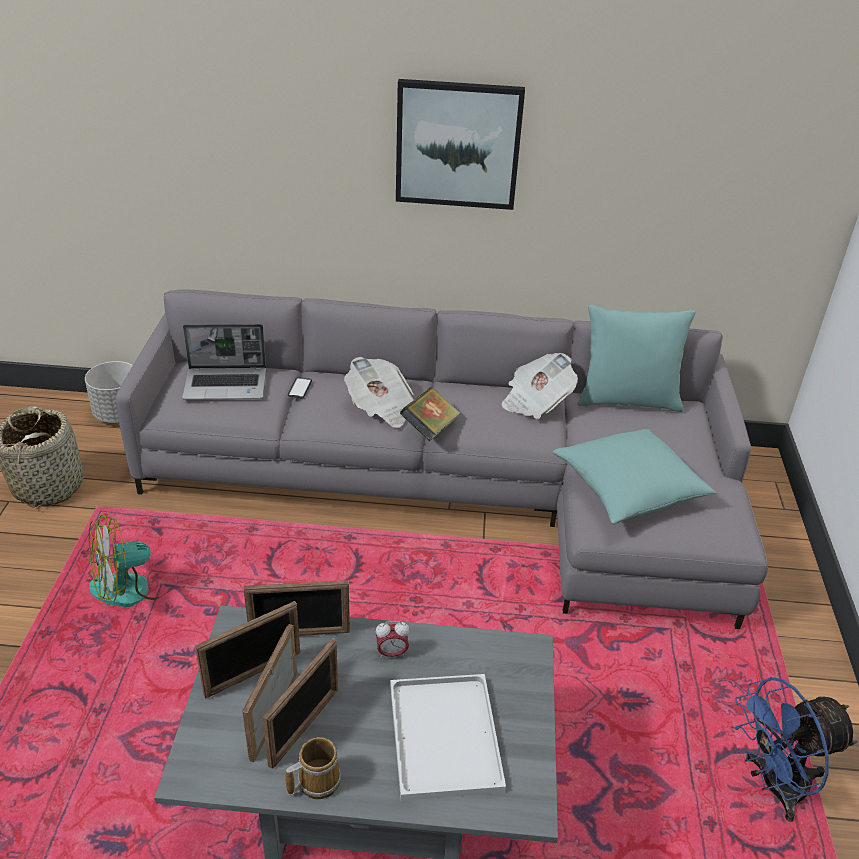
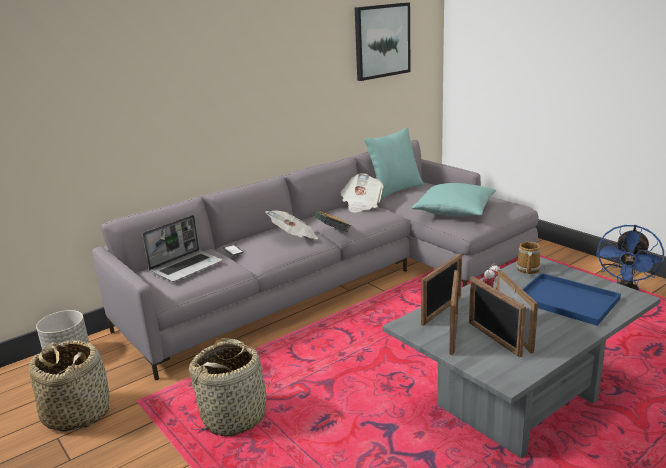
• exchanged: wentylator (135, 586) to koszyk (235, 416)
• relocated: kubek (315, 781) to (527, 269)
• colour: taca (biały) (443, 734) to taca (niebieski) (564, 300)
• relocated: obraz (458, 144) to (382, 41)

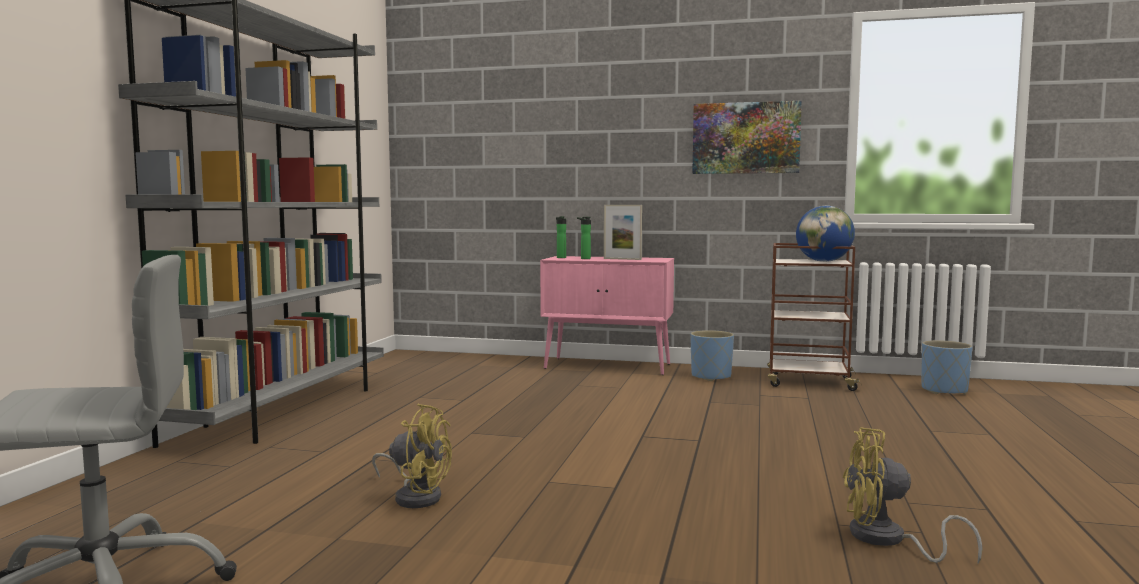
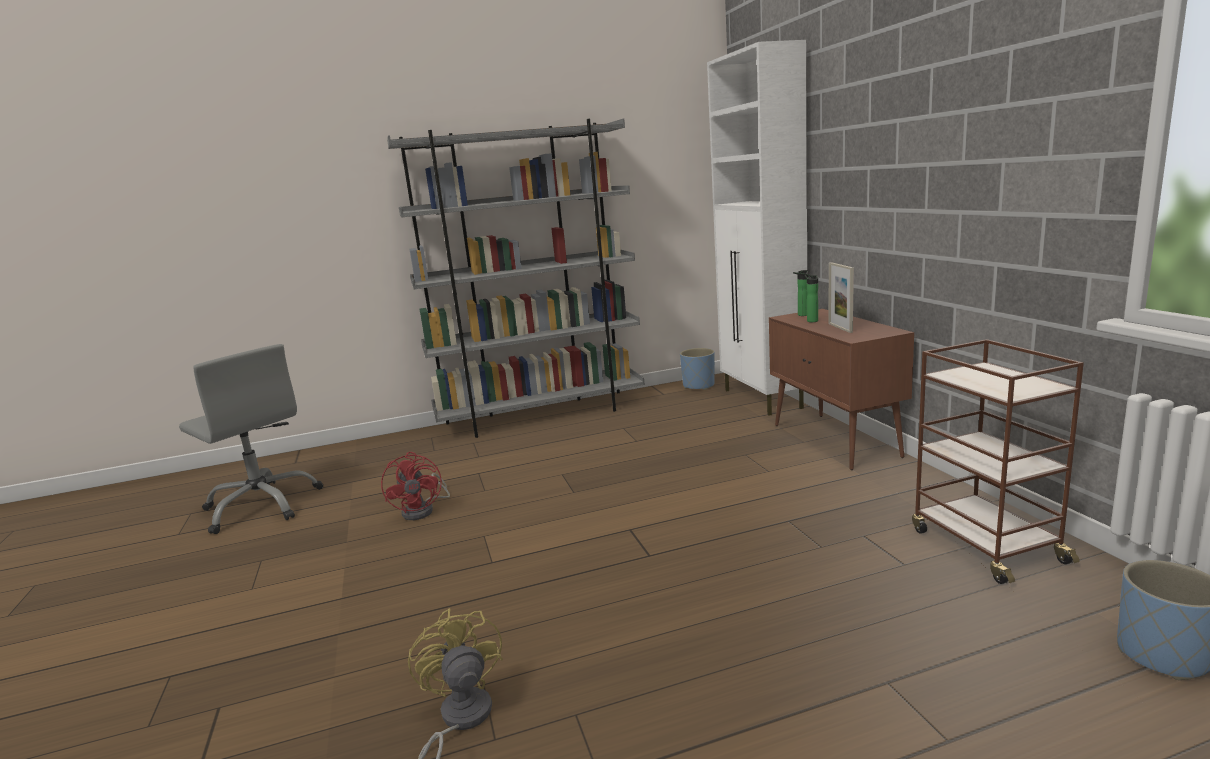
• colour: wentylator (żółty) (415, 496) to wentylator (czerwony) (423, 510)
• colour: szafka (różowy) (609, 366) to szafka (brązowy) (835, 441)
• relocated: donica (niebieski) (711, 377) to (699, 386)
• missing: obraz (746, 138)
• missing: globus (823, 261)
• appeared: szafka (biały) (762, 399)

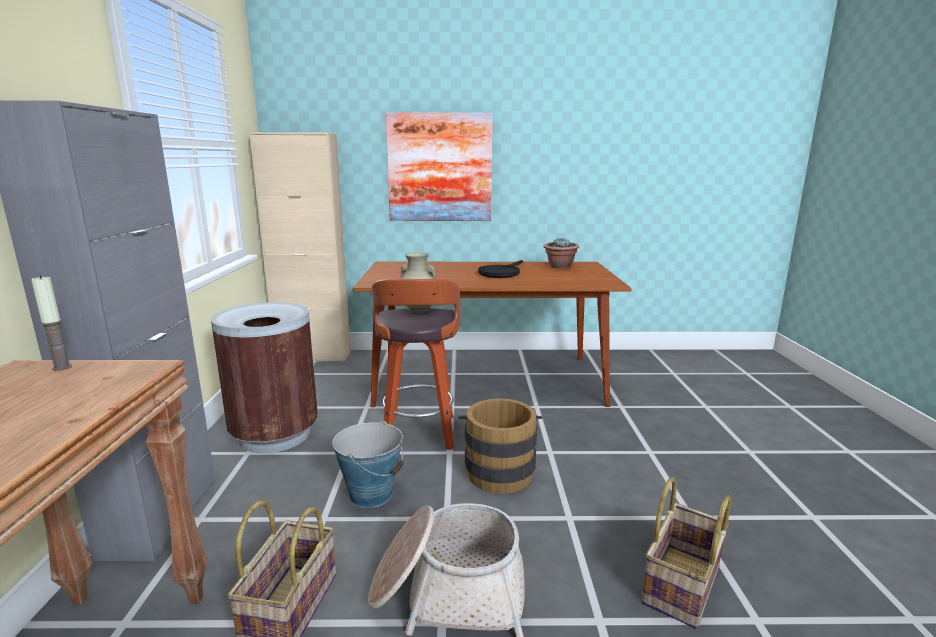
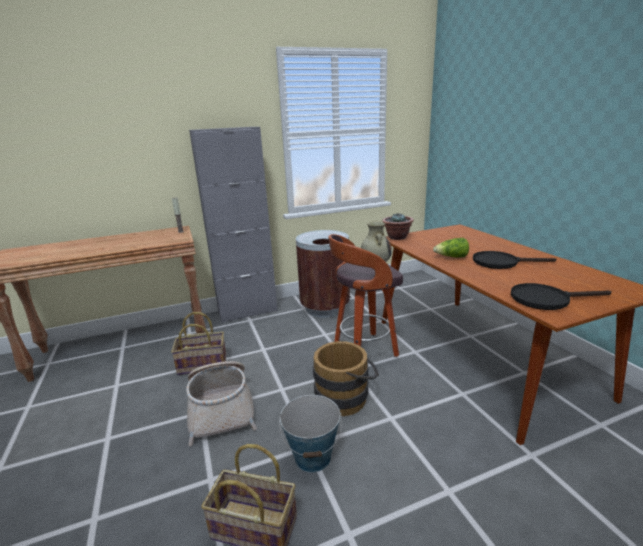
• missing: szafka (beżowy) (313, 356)
• relocated: wiadro (371, 494) to (313, 457)
• missing: obraz (439, 168)
• relocated: roślina doniczkowa (560, 266) to (397, 237)
• appeared: sałata (451, 257)
• appeared: patelnia (czarny) (546, 299)

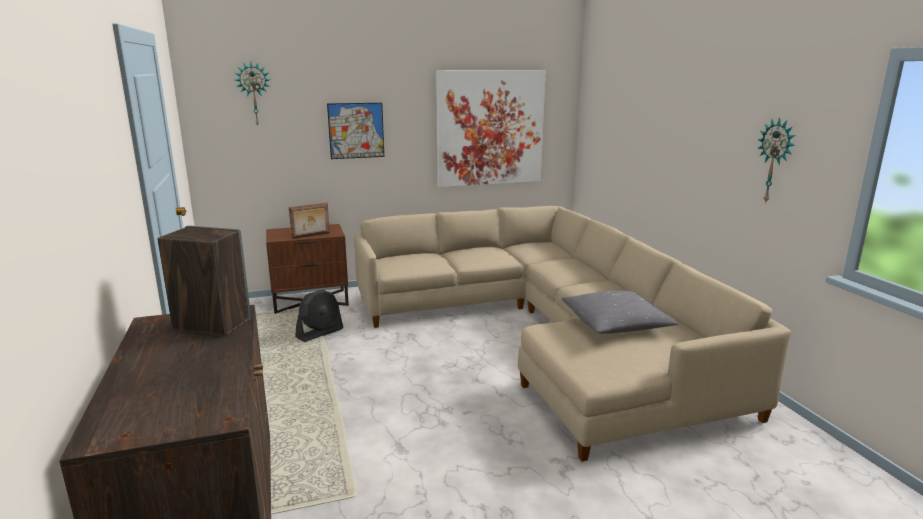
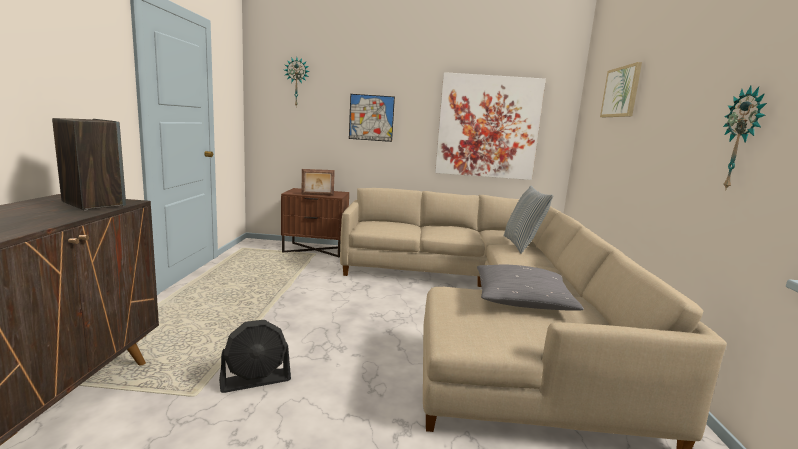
• relocated: wentylator (czarny) (320, 333) to (255, 380)
• appeared: poduszka (522, 245)
• appeared: obraz (621, 92)

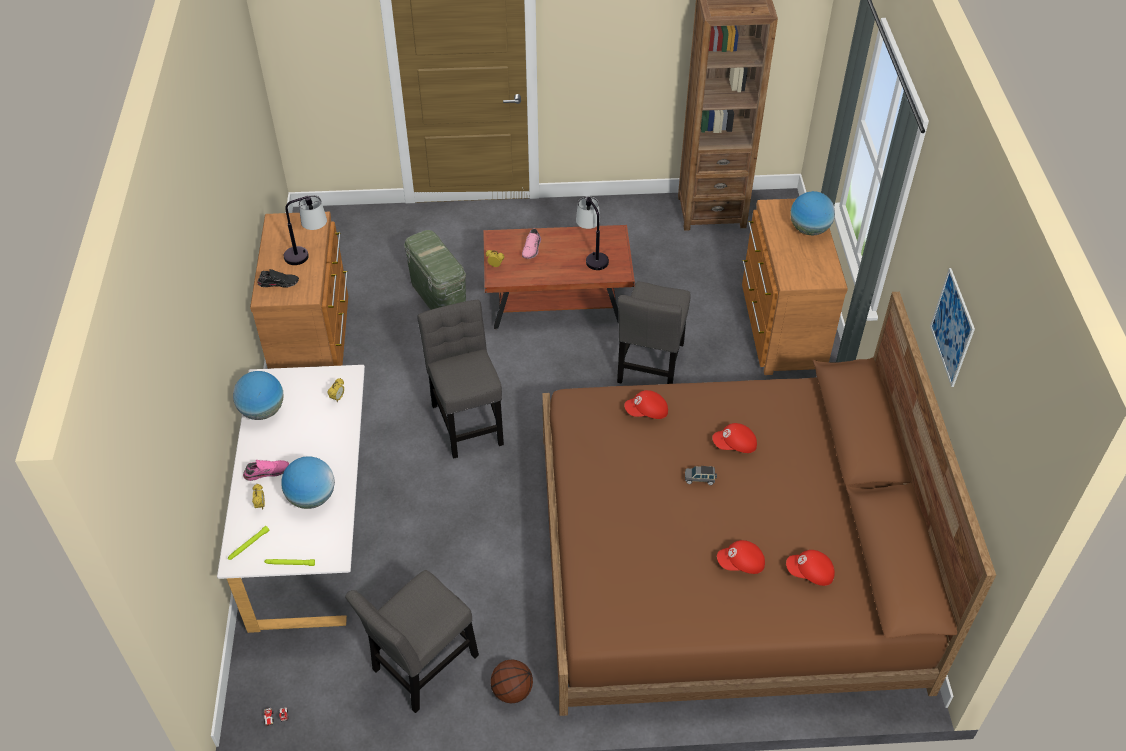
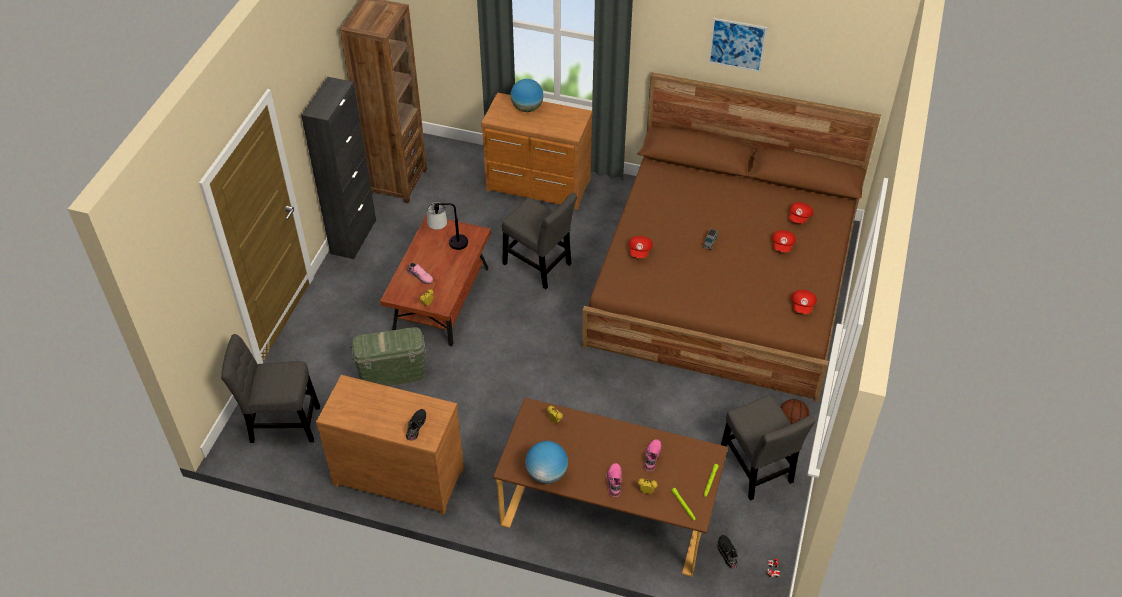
• colour: biurko (biały) (313, 528) to biurko (brązowy) (607, 513)
• exchanged: globus (312, 497) to but (różowy) (651, 456)
• missing: lampa stołowa (308, 253)
• relocated: krzesło (szary) (467, 420) to (281, 423)
• relocated: czapka z daszkiem (czerwony) (735, 445) to (802, 306)
• appeared: szafka (czarny) (353, 237)
• appeared: but (czarny) (726, 553)

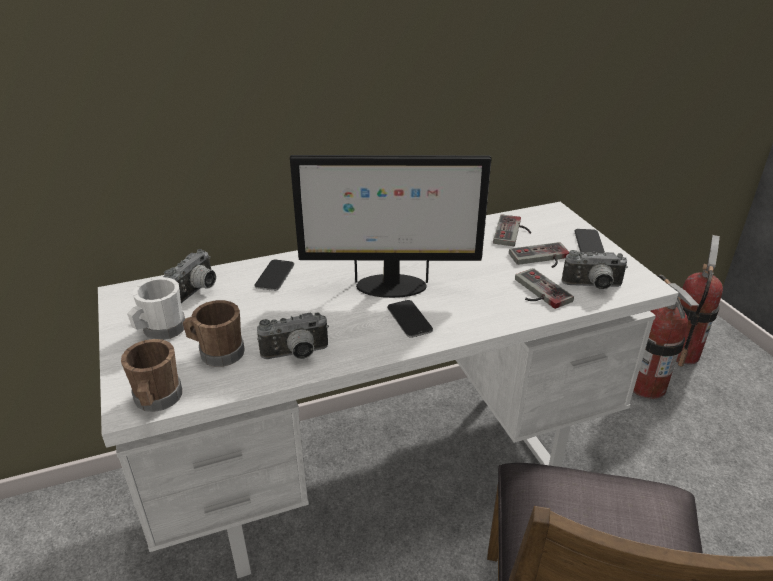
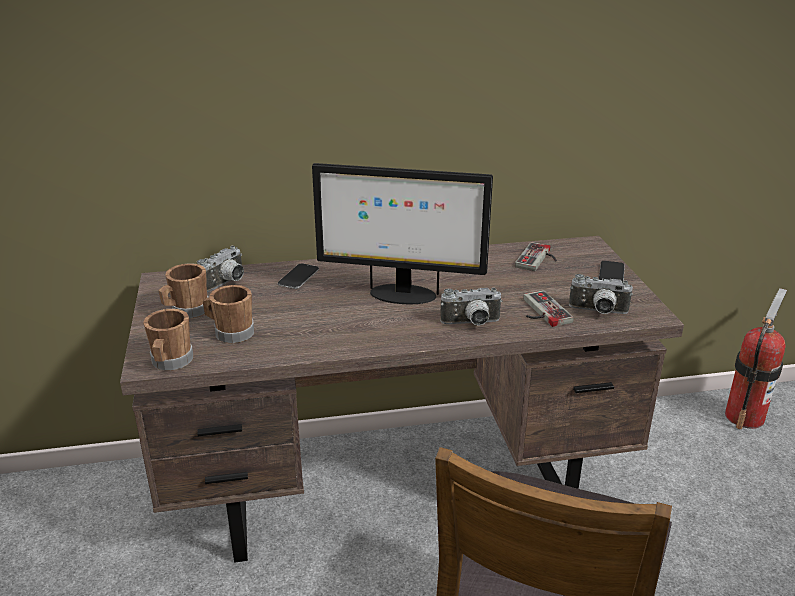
• colour: biurko (biały) (388, 468) to biurko (brązowy) (399, 488)
• colour: kubek (biały) (160, 330) to kubek (brązowy) (186, 311)
• relocated: aparat fotograficzny (296, 355) to (471, 324)
• missing: telefon (409, 319)
• missing: pad do gier (541, 259)
• missing: gaśnica (646, 386)

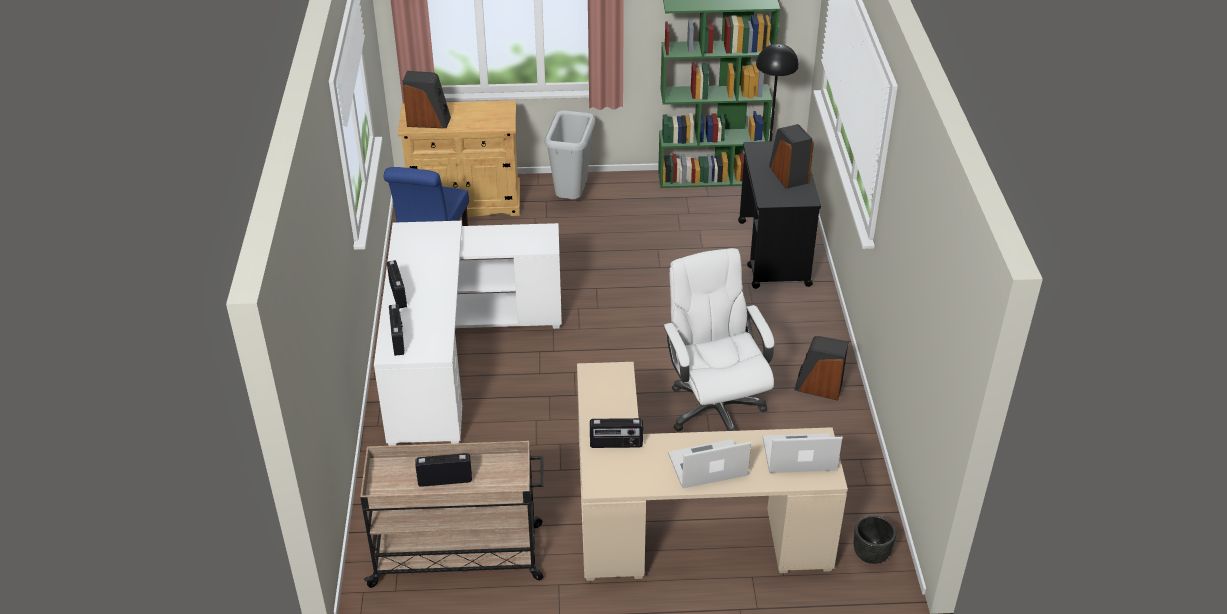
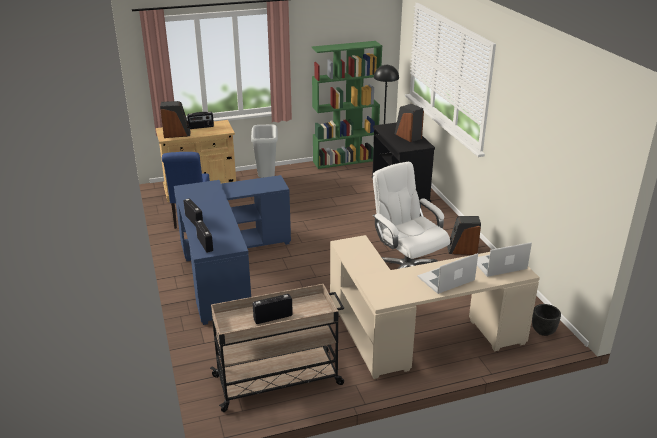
• colour: biurko (biały) (453, 354) to biurko (niebieski) (226, 267)
• relocated: radio (616, 444) to (201, 127)

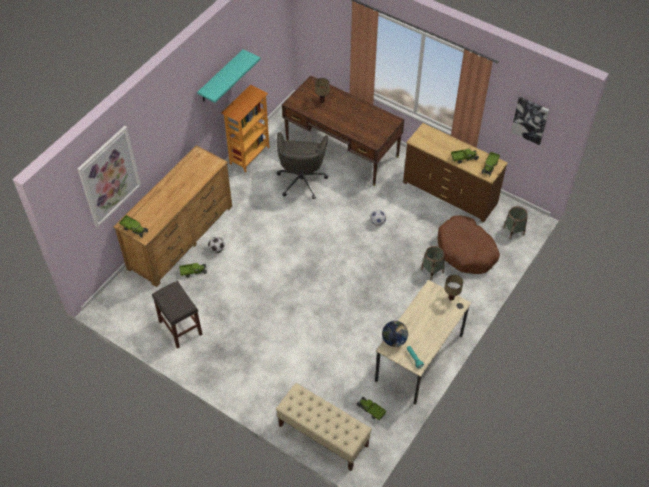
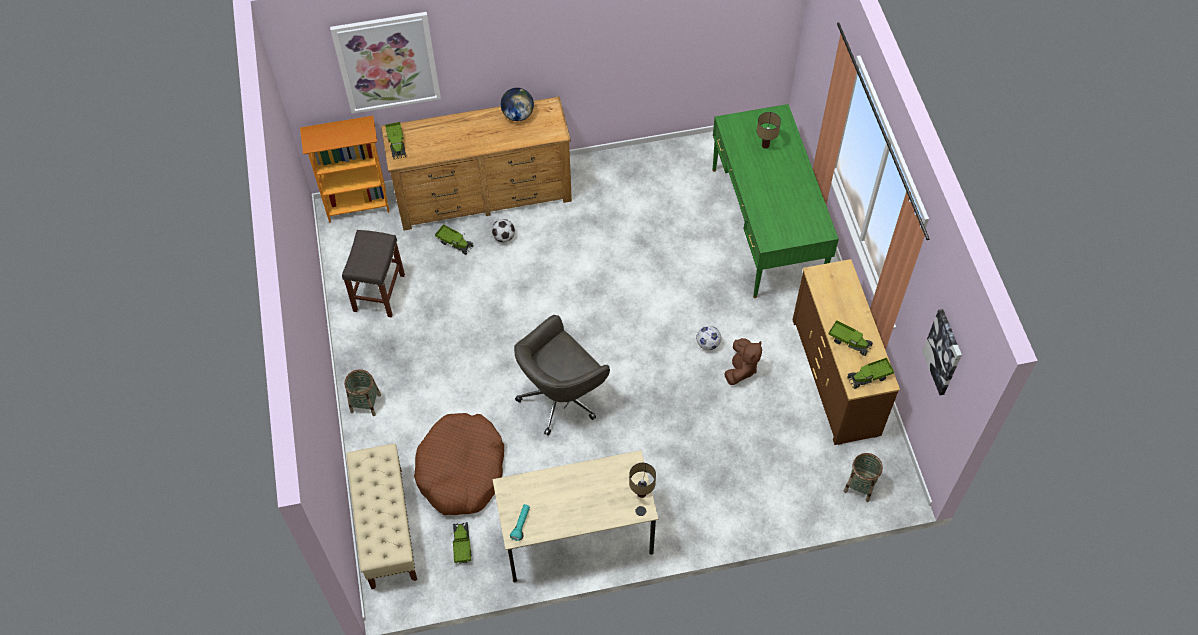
• missing: półka (turkusowy) (221, 76)
• relocated: regał (249, 155) to (357, 205)
• relocated: krzesło biurowe (szary) (302, 180) to (561, 396)
• colour: biurko (brązowy) (342, 149) to biurko (zielony) (766, 225)
• relocated: globus (394, 340) to (518, 115)
• relocated: koszyk (432, 270) to (365, 403)
• relocated: legowisko (brązowy) (466, 251) to (461, 470)
• appeared: pluszak (brązowy) (741, 369)

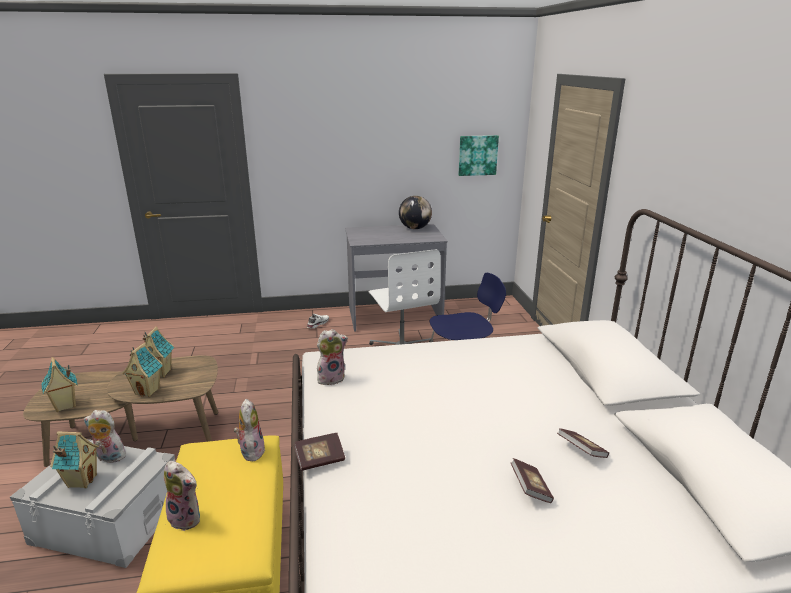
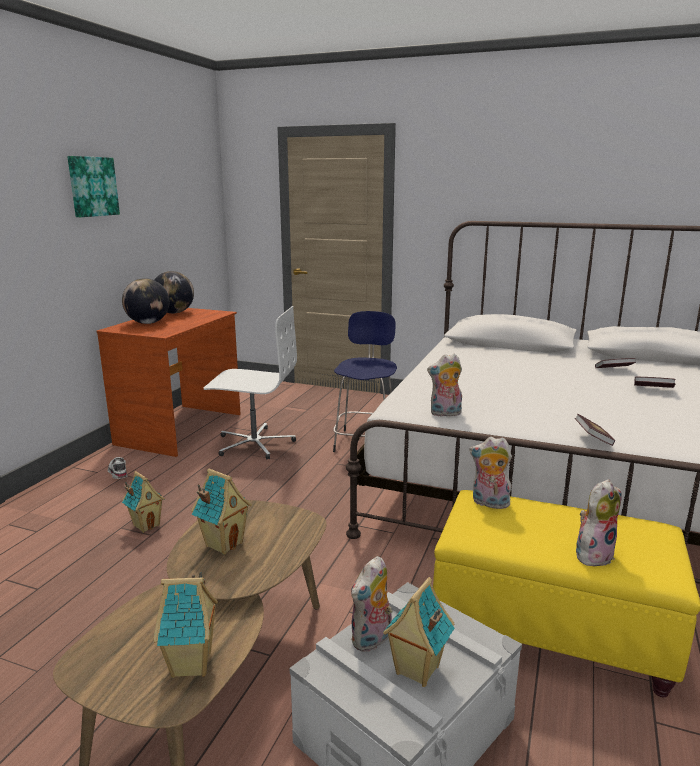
• relocated: domek (148, 391) to (146, 525)
• spun: pluszak (331, 378) = (445, 414) 105 degrees counterclockwise
• colour: biurko (szary) (394, 316) to biurko (brązowy) (181, 429)
• relocated: obraz (477, 155) to (92, 186)
• appeared: globus (148, 323)

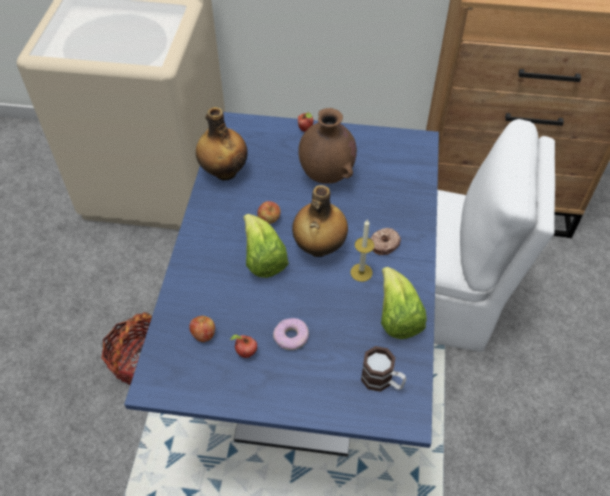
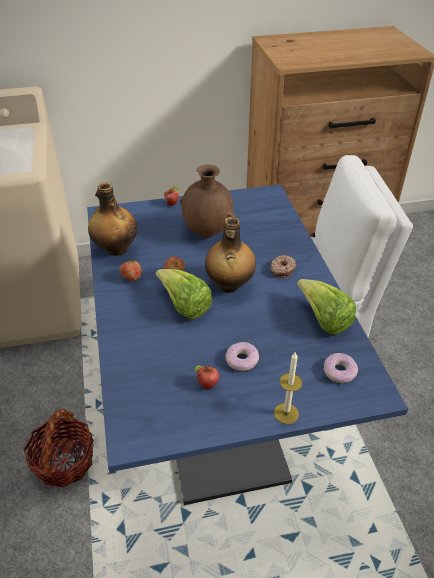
• relocated: jabłko (203, 335) to (131, 278)
• relocated: świeca (361, 272) to (286, 413)
• exchanged: kubek (382, 381) to donut (339, 371)

